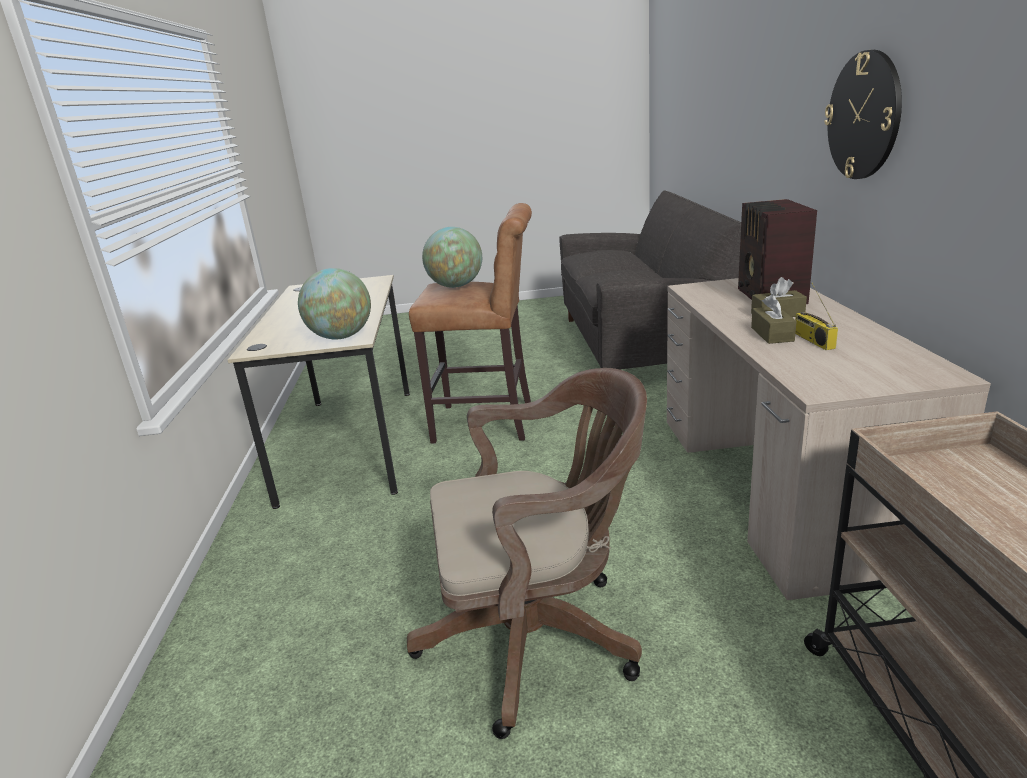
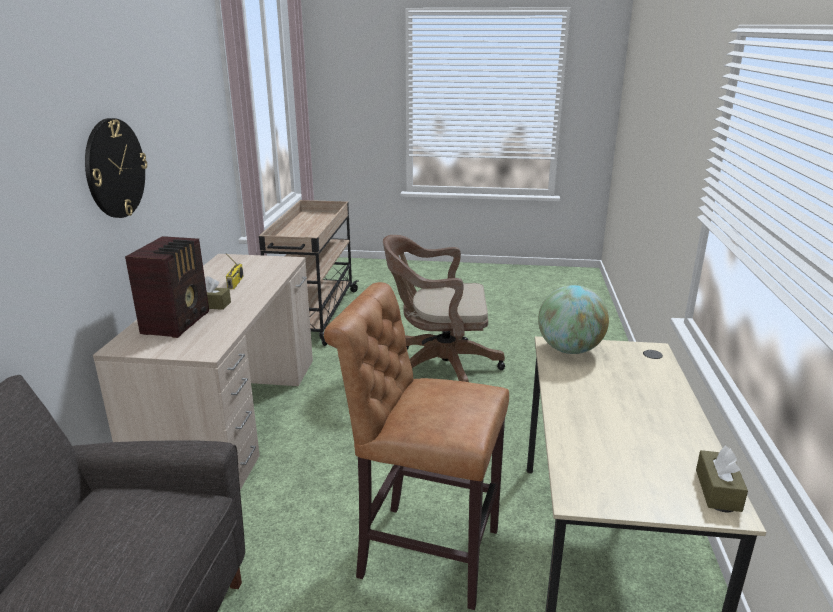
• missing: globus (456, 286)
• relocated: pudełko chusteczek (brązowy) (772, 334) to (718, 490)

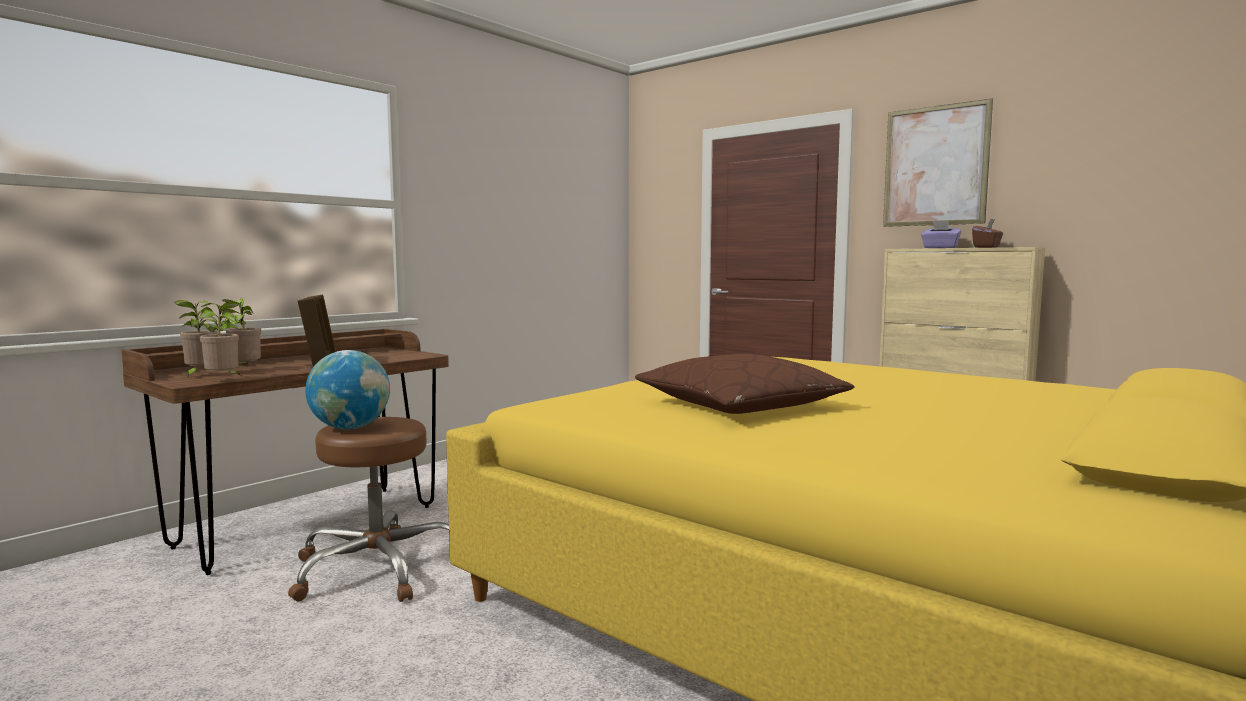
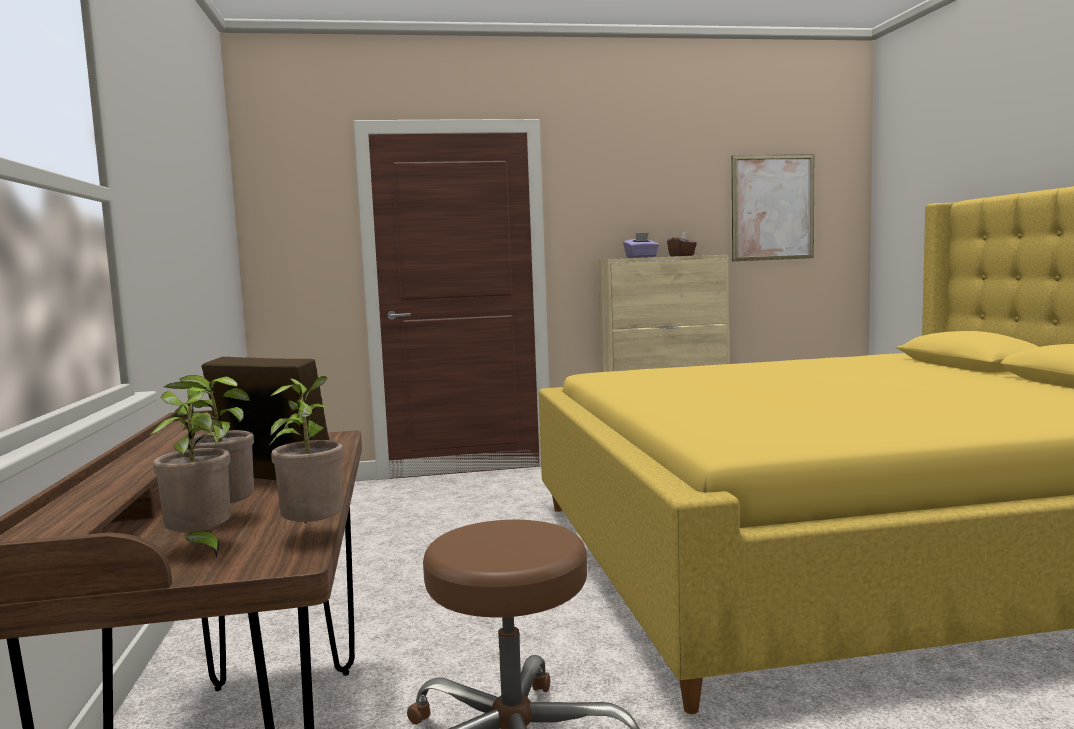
• missing: globus (350, 428)
• missing: poduszka (brązowy) (741, 405)
• relocated: obraz (935, 166) to (772, 207)

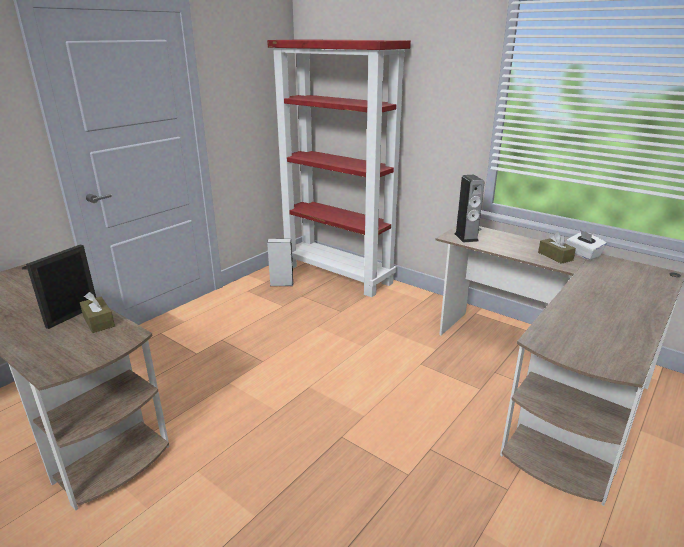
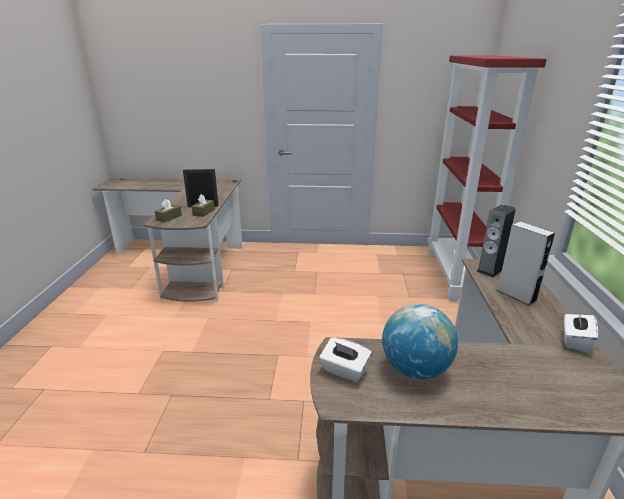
• relocated: głośnik (szary) (281, 284) to (516, 295)
• relocated: pudełko chusteczek (brązowy) (555, 256) to (169, 217)
• appeared: pudełko chusteczek (biały) (344, 371)
• appeared: globus (415, 369)

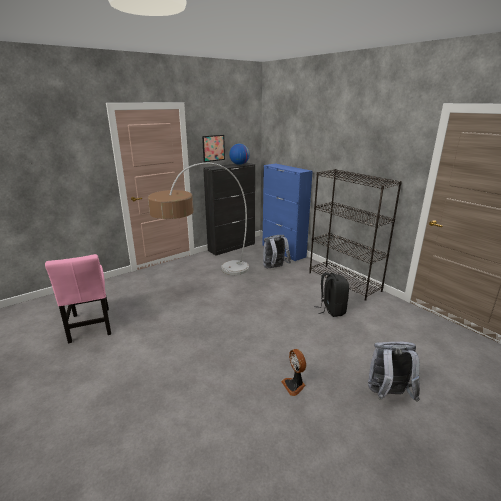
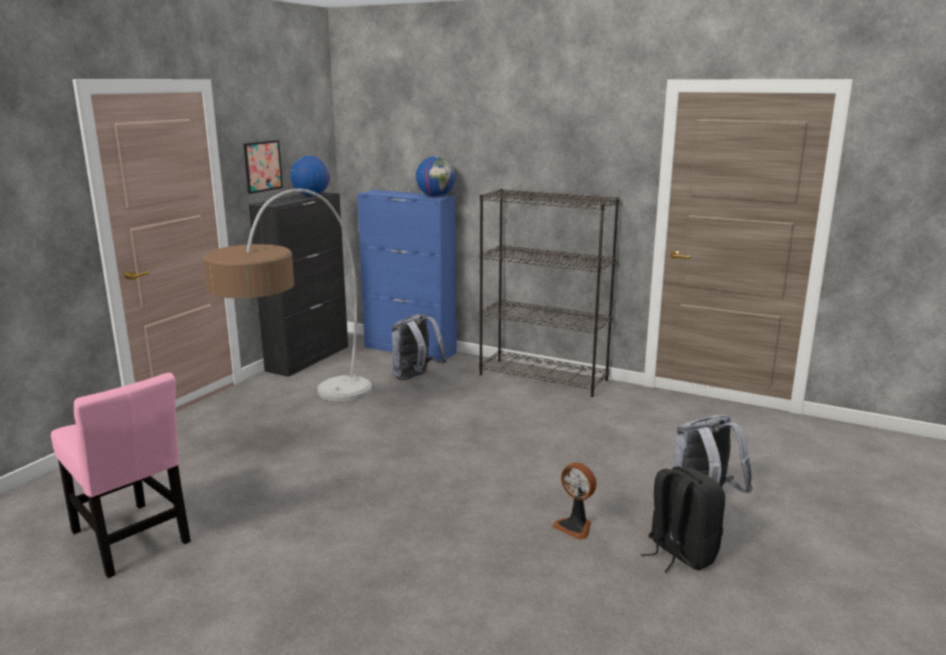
• relocated: plecak (czarny) (331, 310) to (679, 553)
• appeared: globus (436, 196)

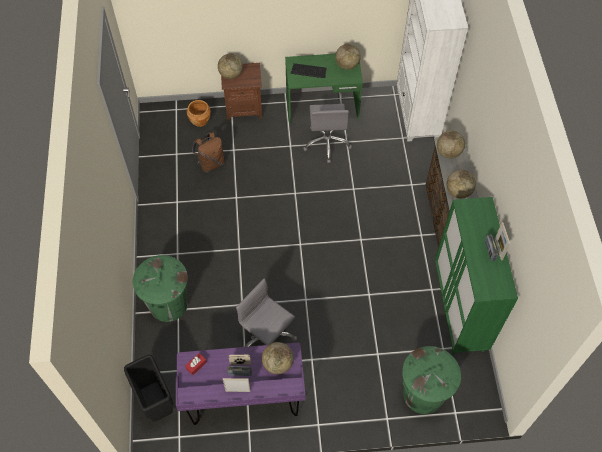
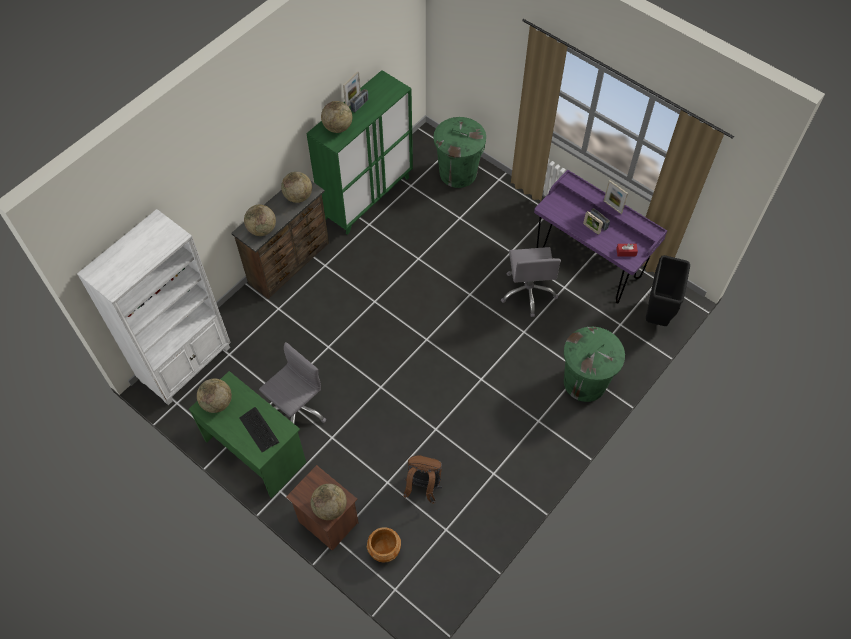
• relocated: globus (278, 363) to (338, 127)

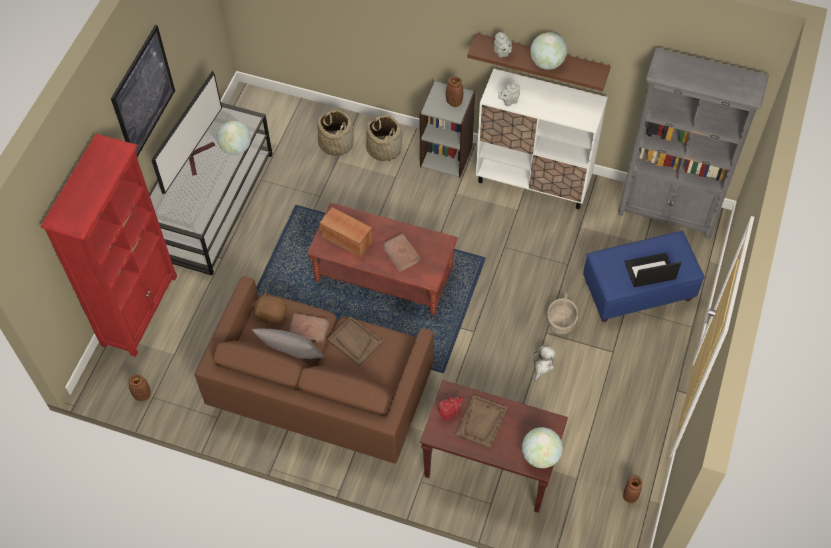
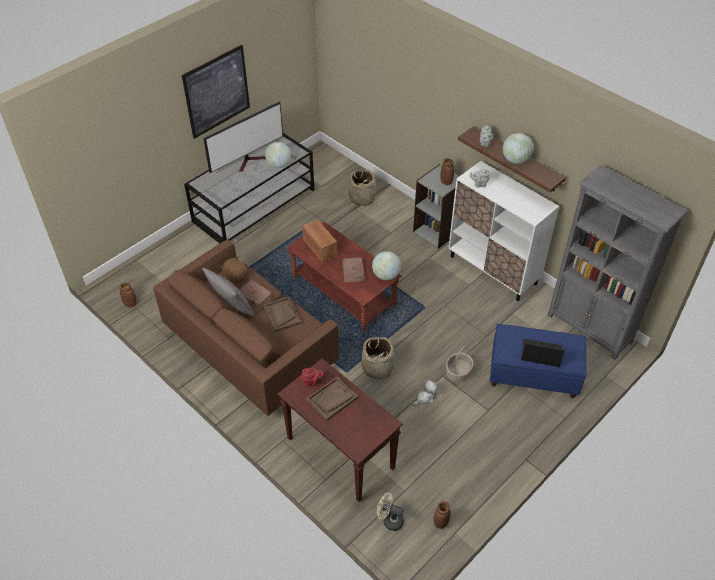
• missing: regał (czerwony) (140, 309)
• relocated: koszyk (384, 148) to (377, 367)
• relocated: globus (540, 456) to (386, 275)
• appeared: wentylator (beżowy) (389, 520)

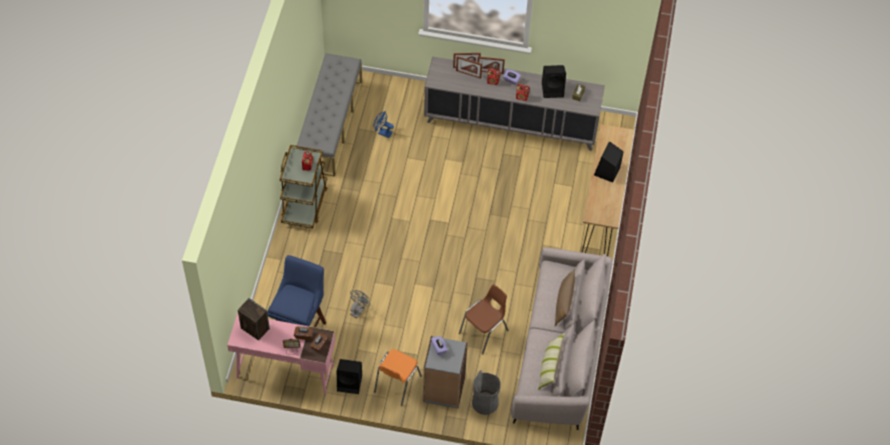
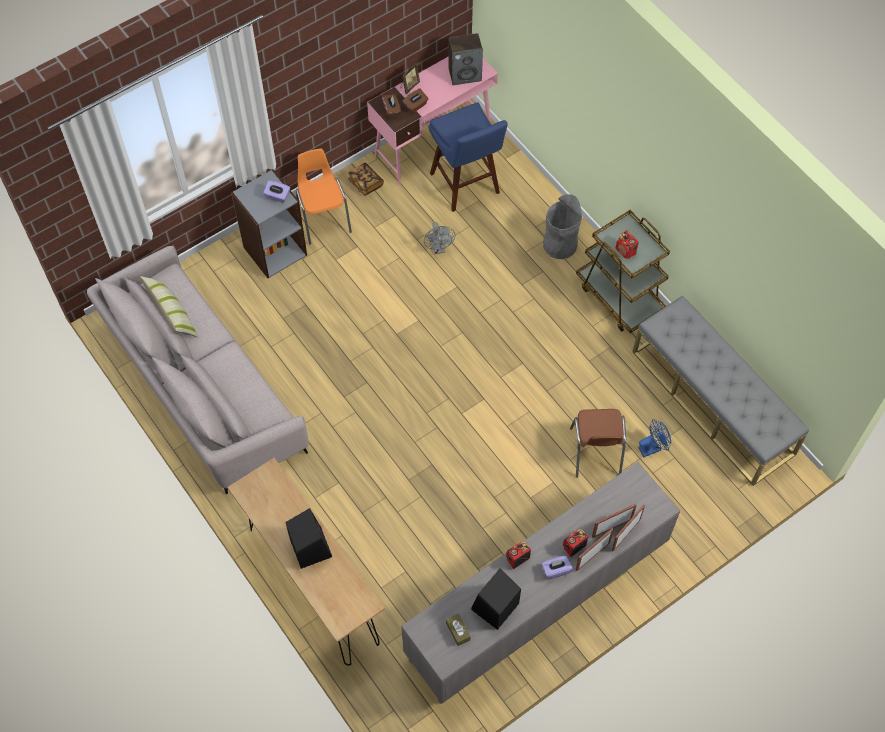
• exchanged: głośnik (czarny) (350, 383) to książka (365, 183)
• relocated: krzesło (brązowy) (484, 332) to (595, 452)
• relocated: kosz na śmieci (szary) (485, 402) to (560, 244)
• missing: poduszka (brązowy) (563, 304)

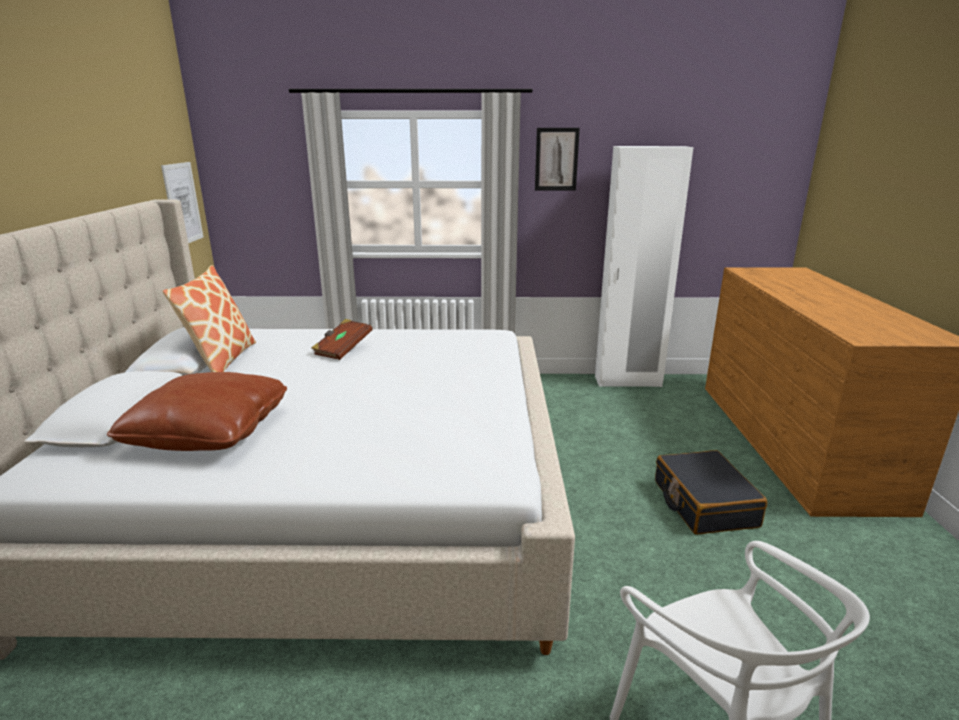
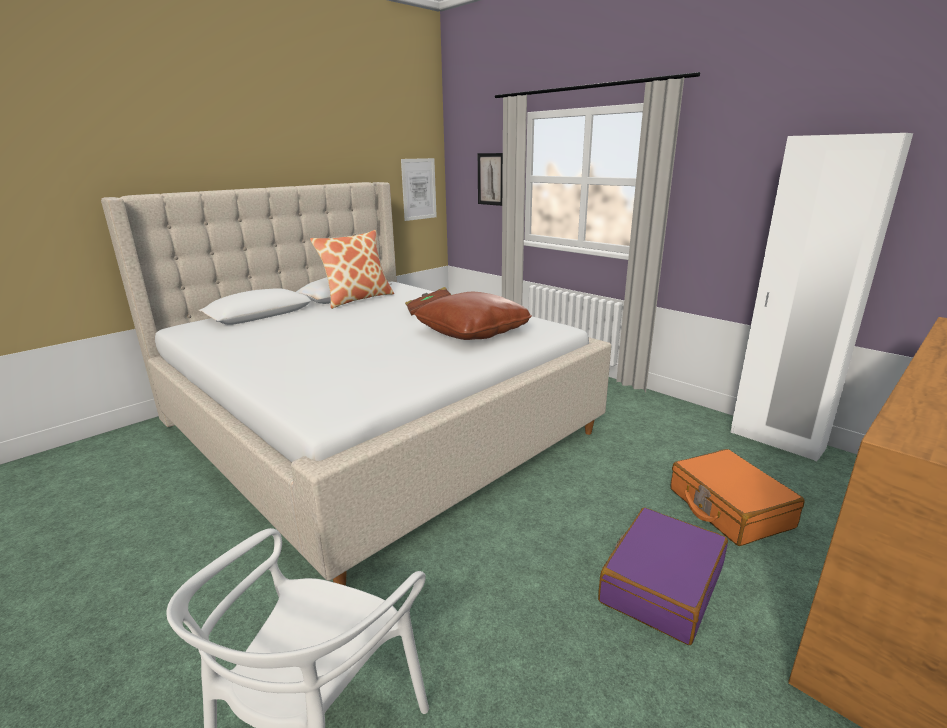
• relocated: poduszka (brązowy) (209, 432) to (473, 332)
• relocated: obraz (556, 159) to (490, 179)
• colour: walizka (czarny) (703, 503) to walizka (fioletowy) (660, 585)
• appeared: walizka (pomarańczowy) (728, 508)

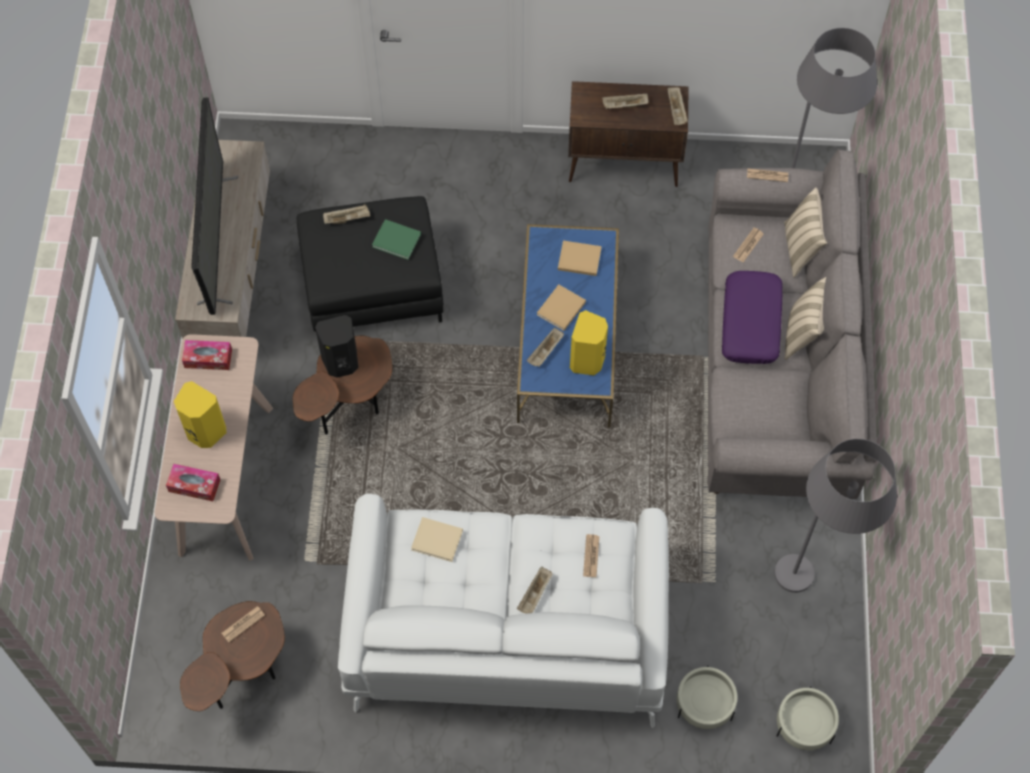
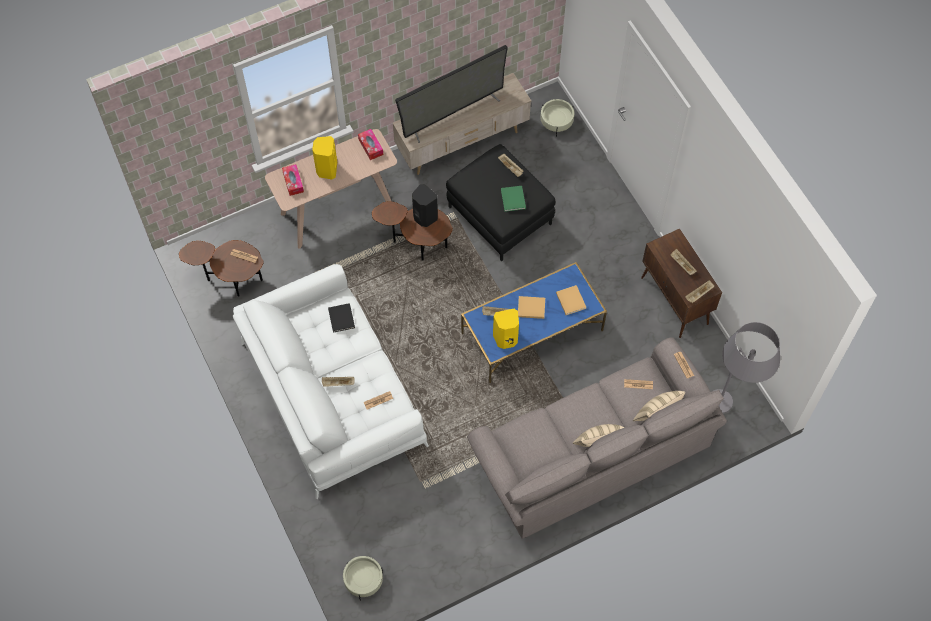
• colour: książka (beżowy) (438, 540) to książka (czarny) (341, 319)
• relocated: donica (beżowy) (704, 704) to (556, 122)
• missing: poduszka (fioletowy) (751, 323)
• missing: lampa stojąca (szary) (816, 575)

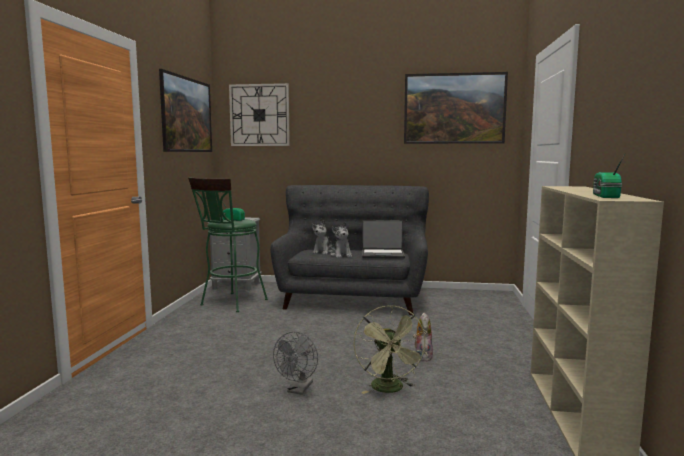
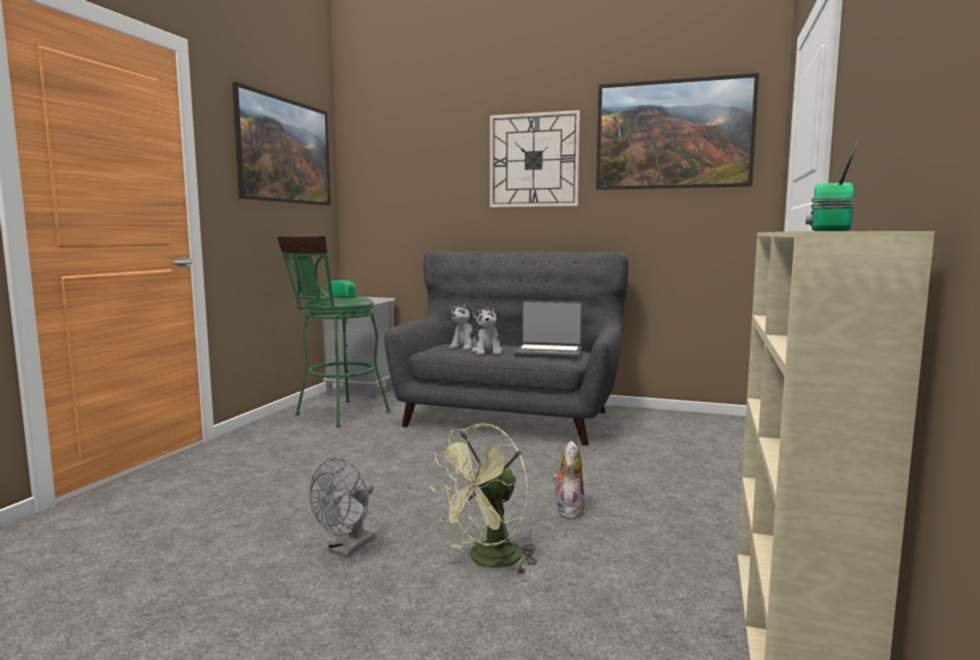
• relocated: zegar ścienny (259, 115) to (534, 160)
• spun: wentylator (zielony) (390, 389) = (487, 561) 45 degrees clockwise

